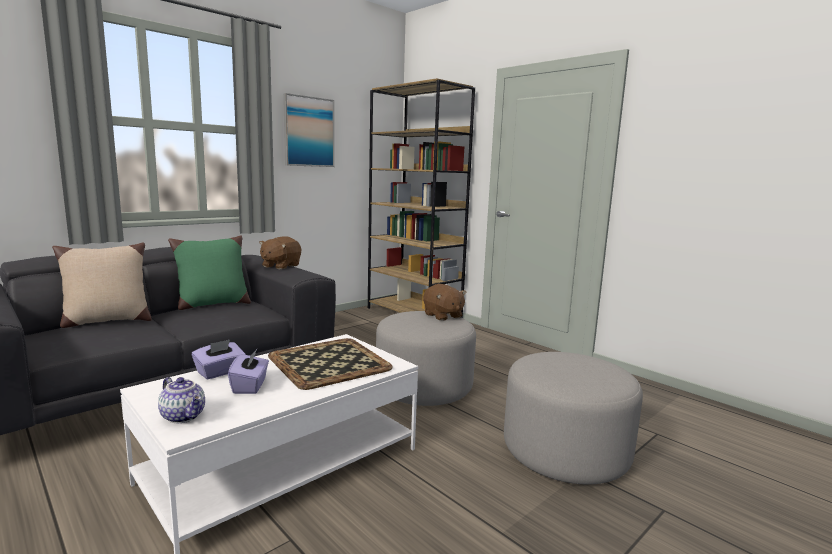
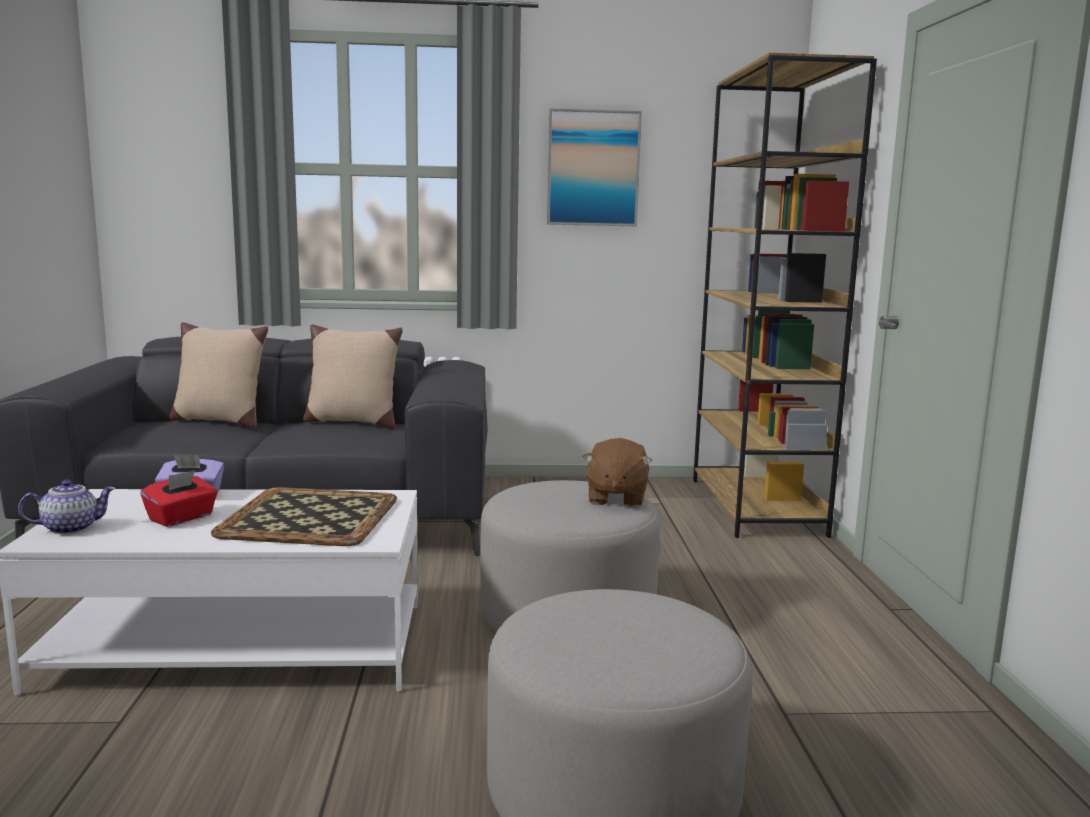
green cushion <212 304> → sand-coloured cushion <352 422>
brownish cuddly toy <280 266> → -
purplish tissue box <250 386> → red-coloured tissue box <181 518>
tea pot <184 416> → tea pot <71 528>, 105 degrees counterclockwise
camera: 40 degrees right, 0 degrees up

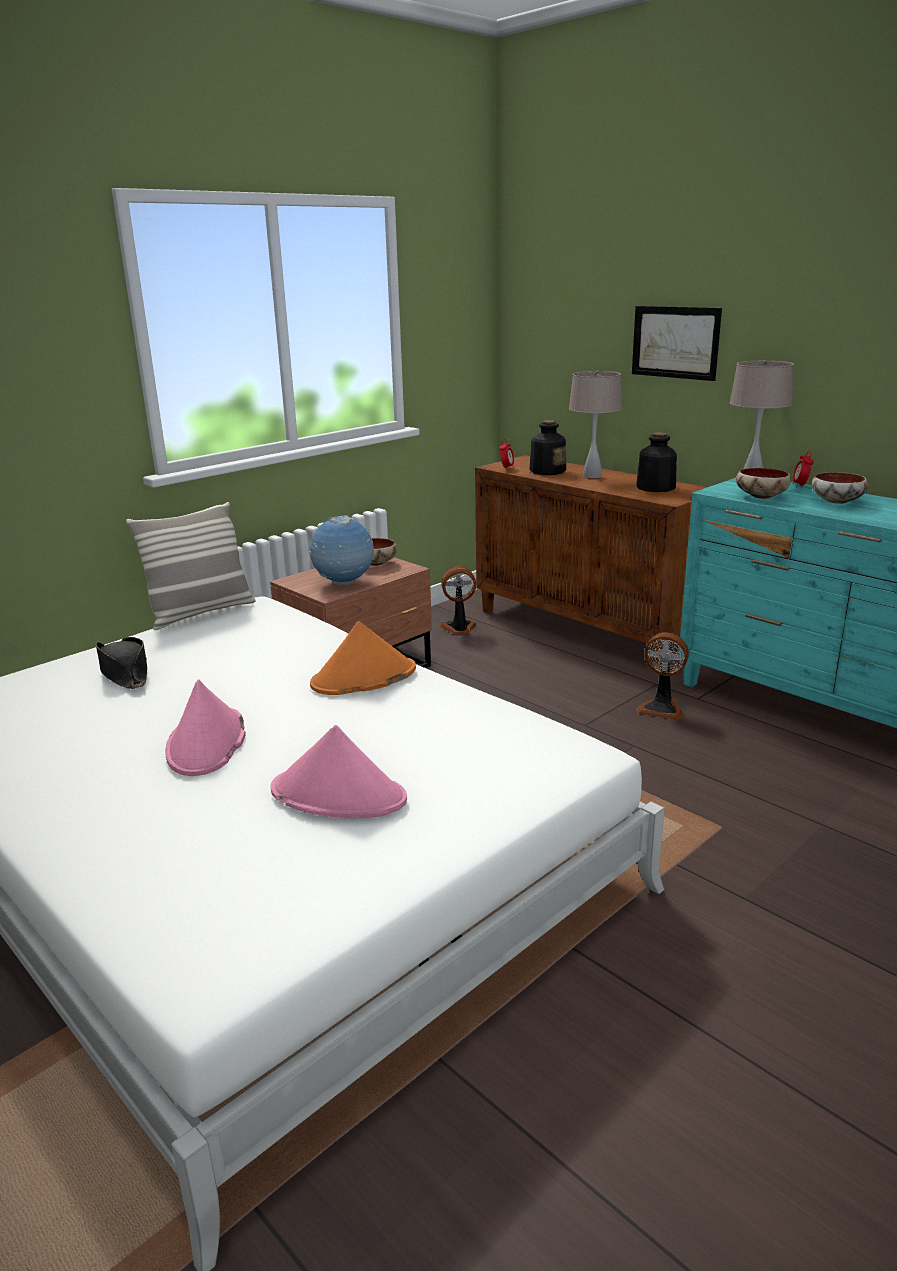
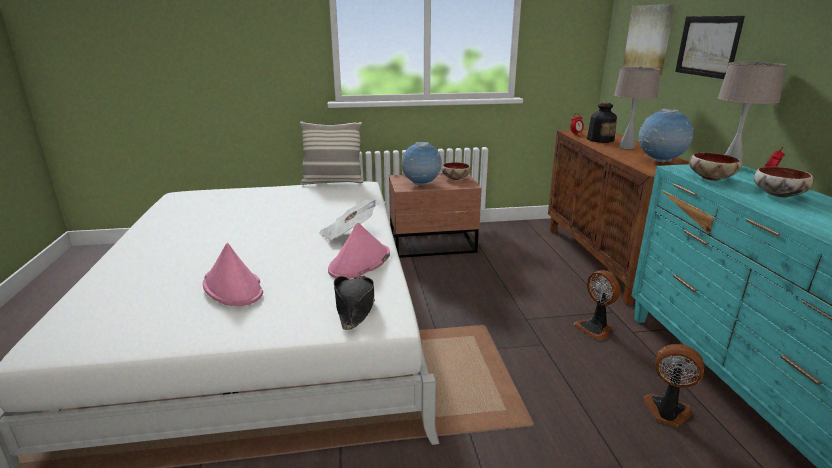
beverage bottle <655 487> → world globe <660 162>
electric fan <459 628> → electric fan <666 412>, shifted
orangey clothing hat <363 677> → printed paper <348 234>
black clothing hat <124 672> → black clothing hat <355 307>, shifted
pinkish clothing hat <207 743> → pinkish clothing hat <360 262>, shifted
- → wall art <649 39>
camera: 35 degrees right, 0 degrees up

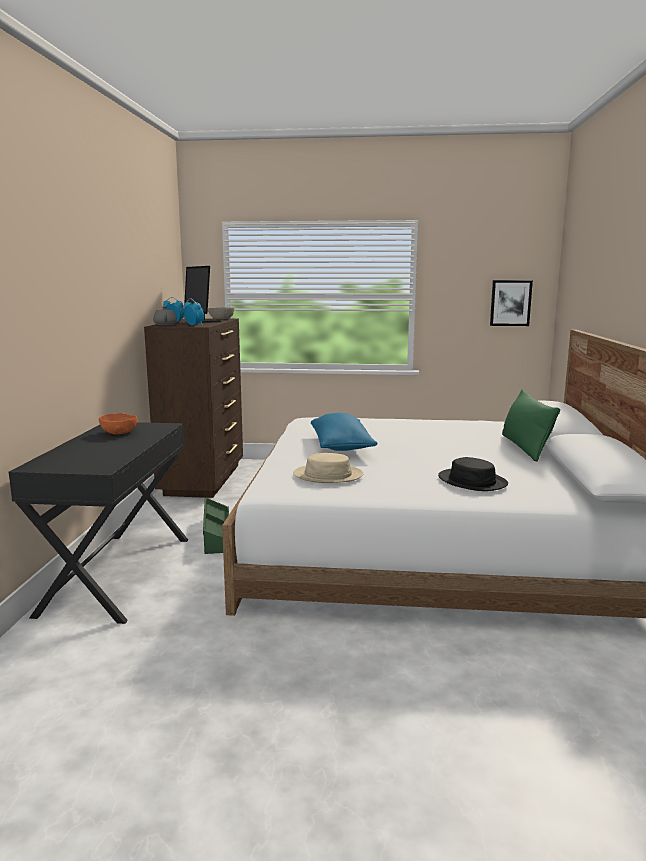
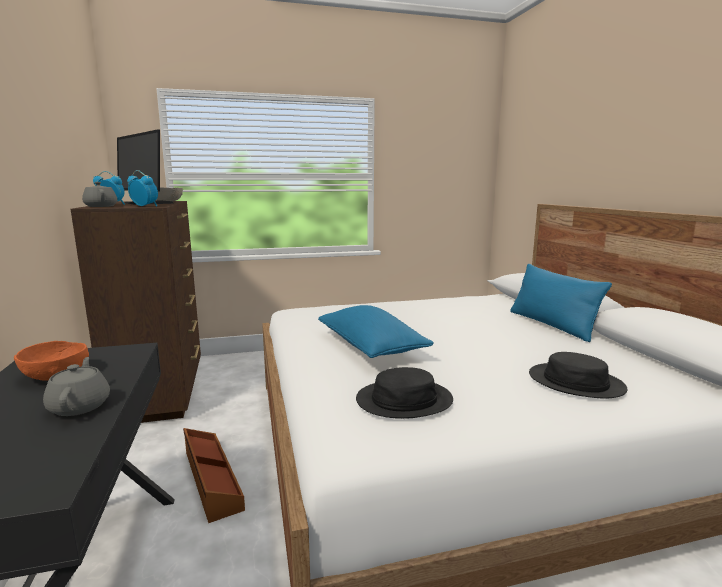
wall art <510 303> → -
green cushion <525 447> → blue-coloured cushion <551 325>
sand-coloured clothing hat <328 475> → black clothing hat <404 400>
green storage bin <216 534> → brownish storage bin <211 480>
- → grey tea pot <80 406>
camera: 20 degrees left, 0 degrees up

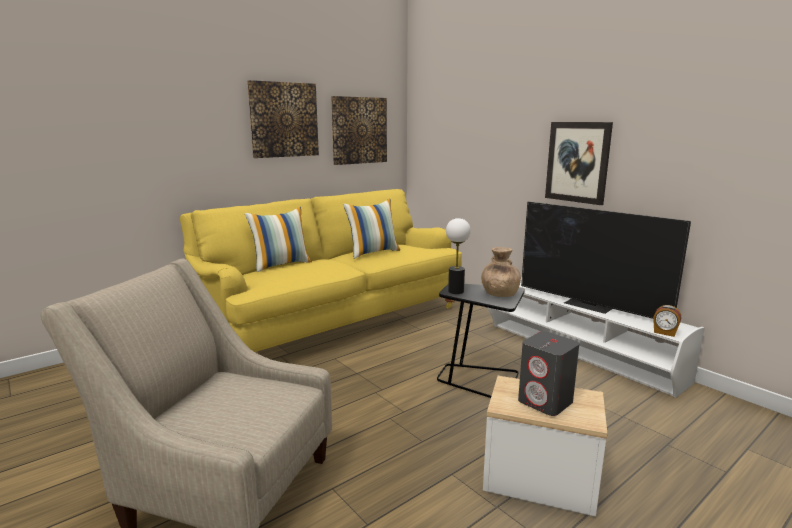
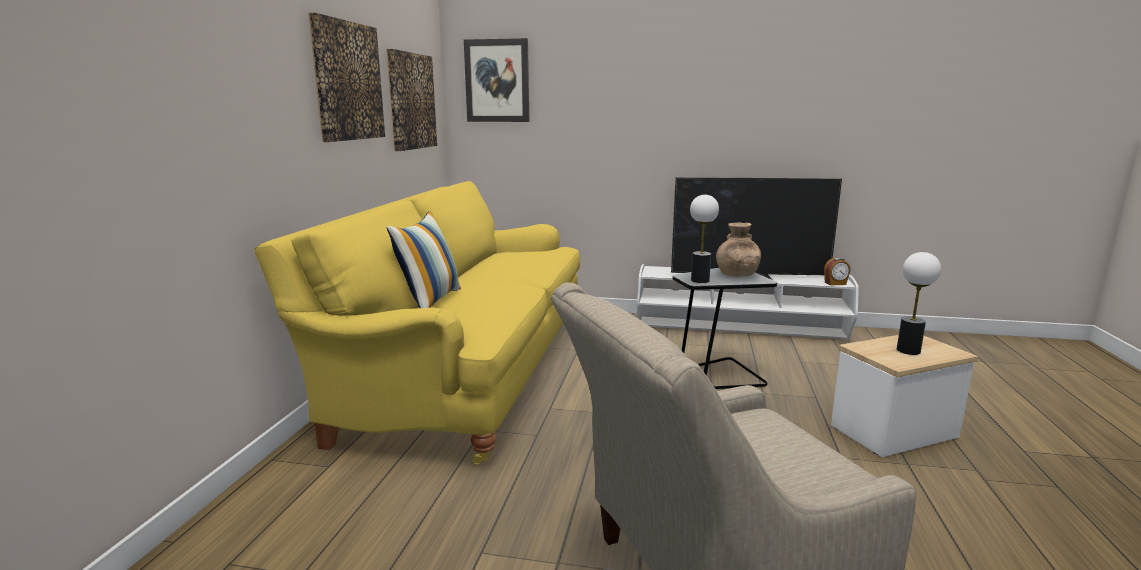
wall art <577 162> → wall art <497 81>, shifted
cushion <373 252> → -
grey loudspeaker <546 402> → table lamp <908 350>
camera: 40 degrees left, 0 degrees up

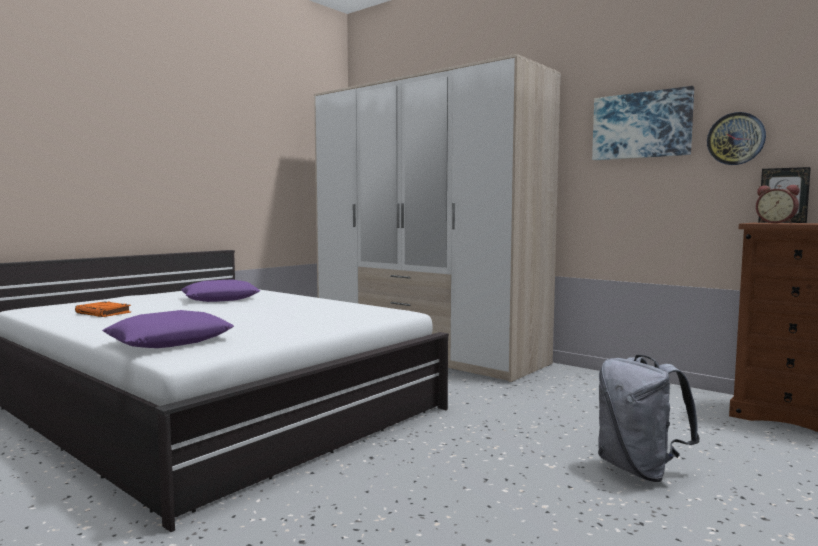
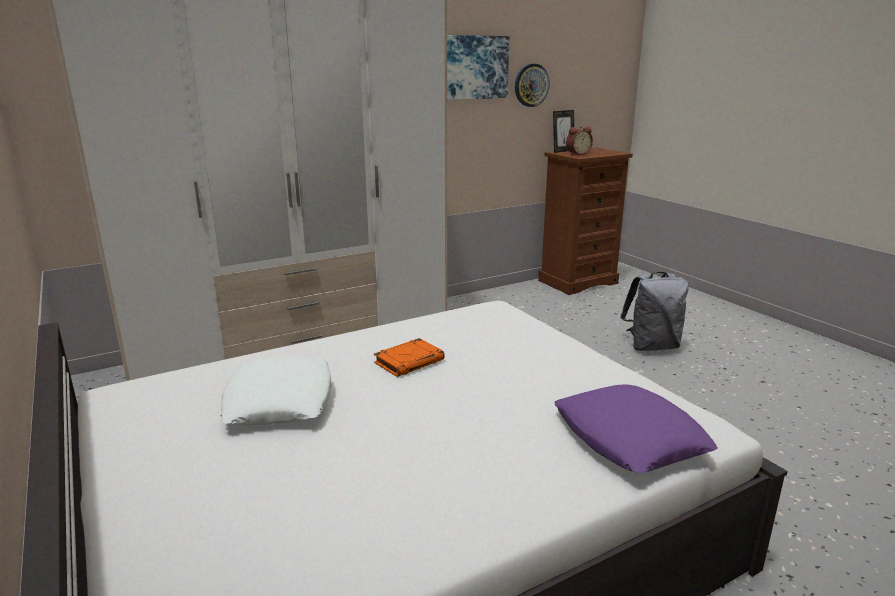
purplish cushion <221 298> → white-coloured cushion <279 400>
orangey bound book <104 313> → orangey bound book <409 361>, shifted
camera: 70 degrees left, 15 degrees up

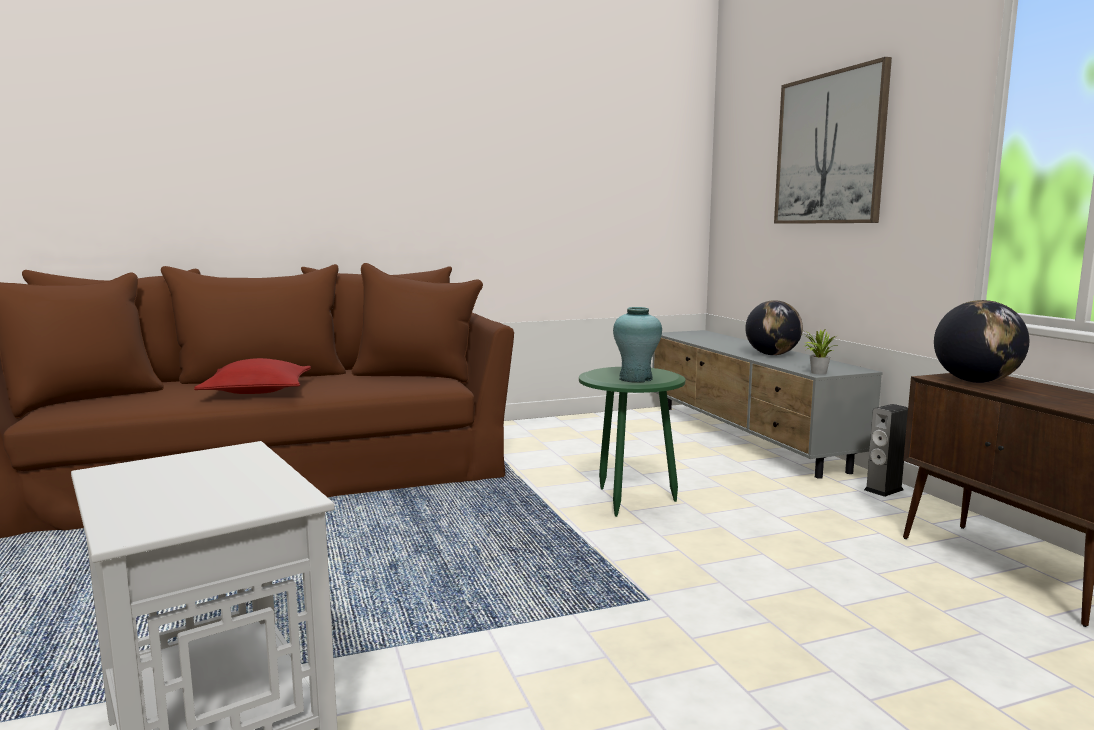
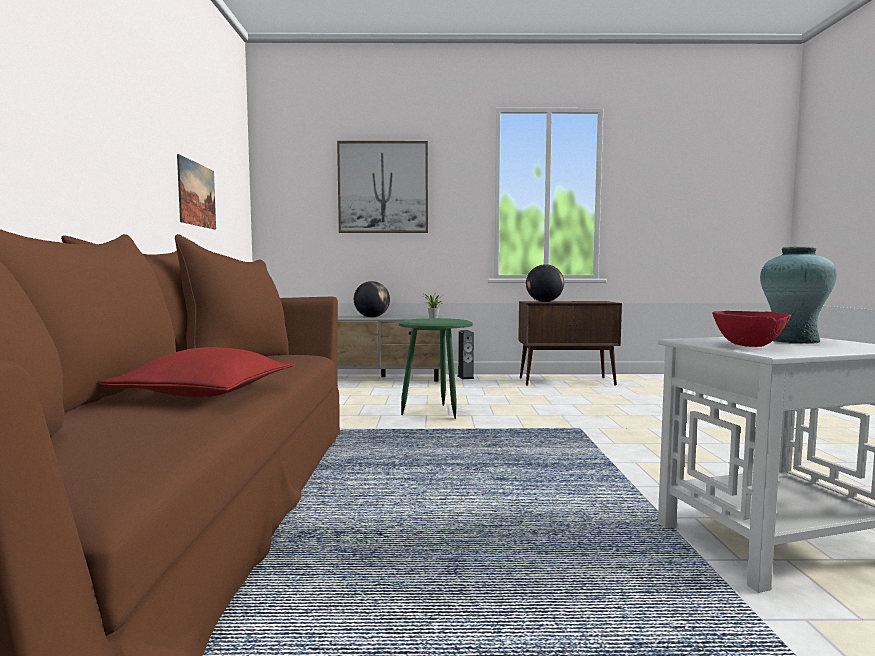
turquoise decorative vase <635 379> → turquoise decorative vase <792 340>, shifted
- → wall art <197 194>
- → red-coloured deep dish <748 346>
camera: 70 degrees left, 5 degrees down

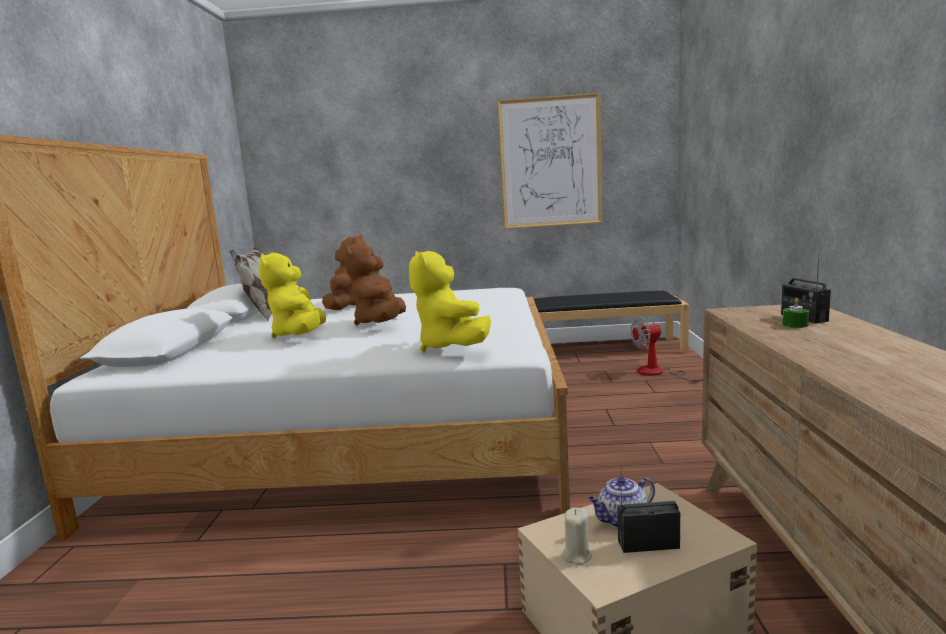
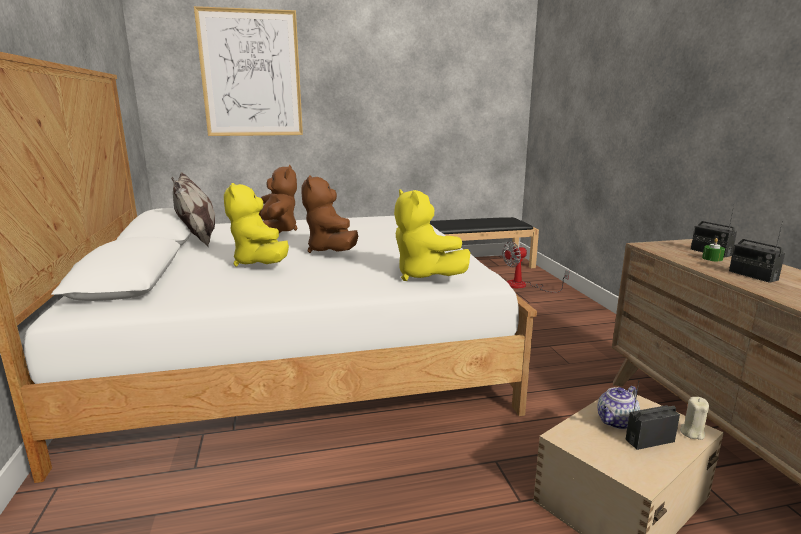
wall art <550 162> → wall art <251 74>, shifted
sand-coloured wax light <576 555> → sand-coloured wax light <692 432>, shifted
- → radio receiver <752 275>
camera: 15 degrees left, 5 degrees up

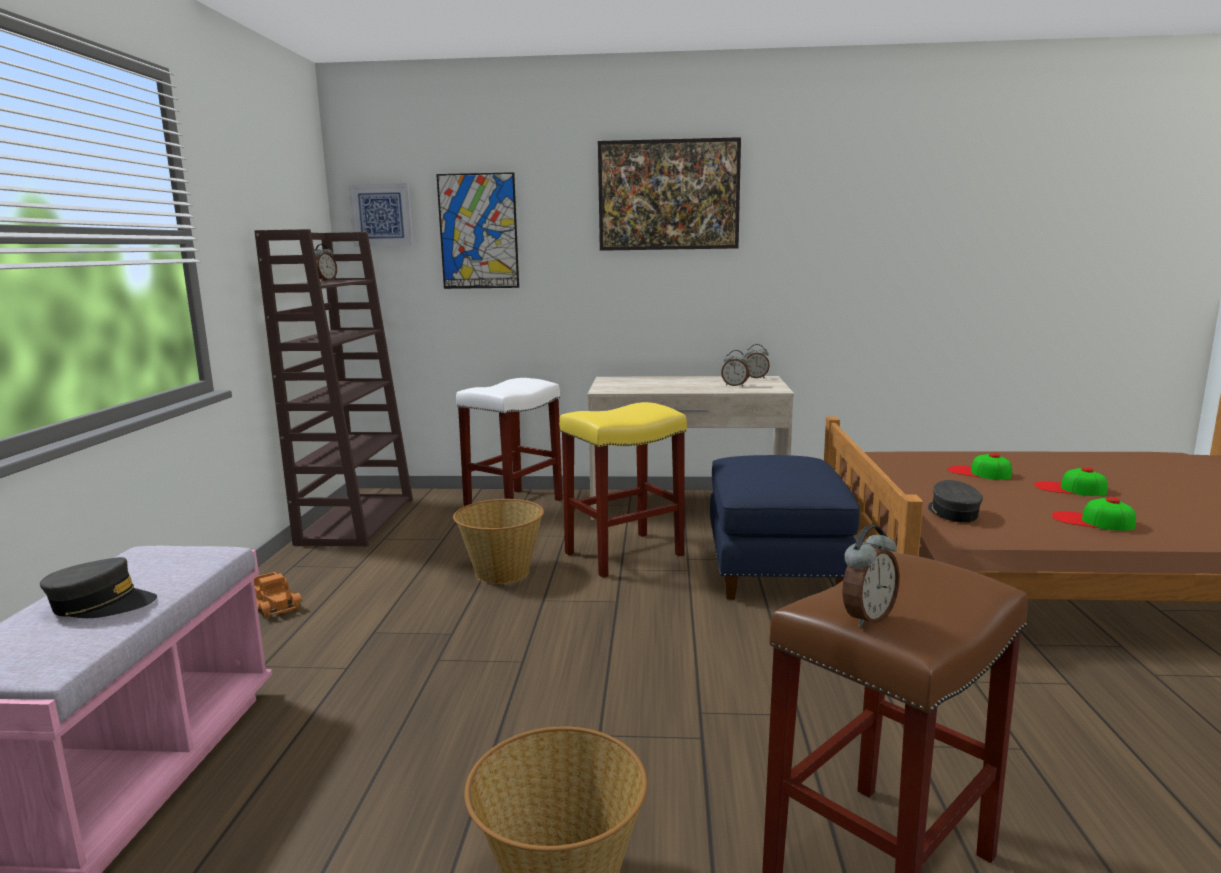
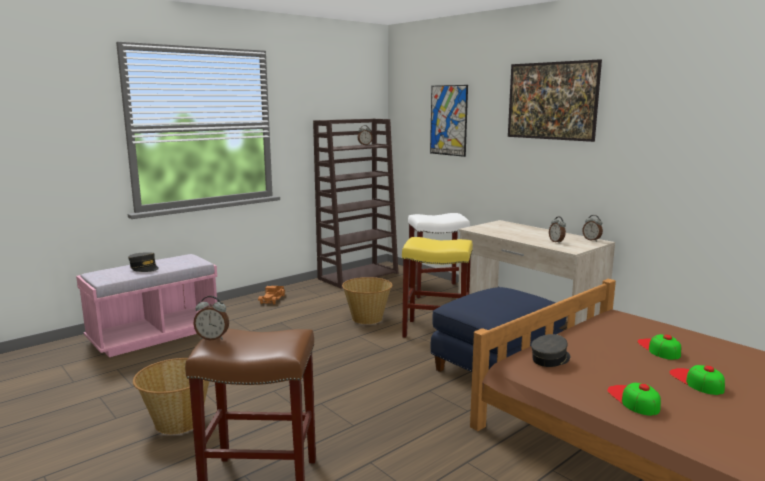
wall art <381 215> → -
camera: 45 degrees right, 0 degrees up

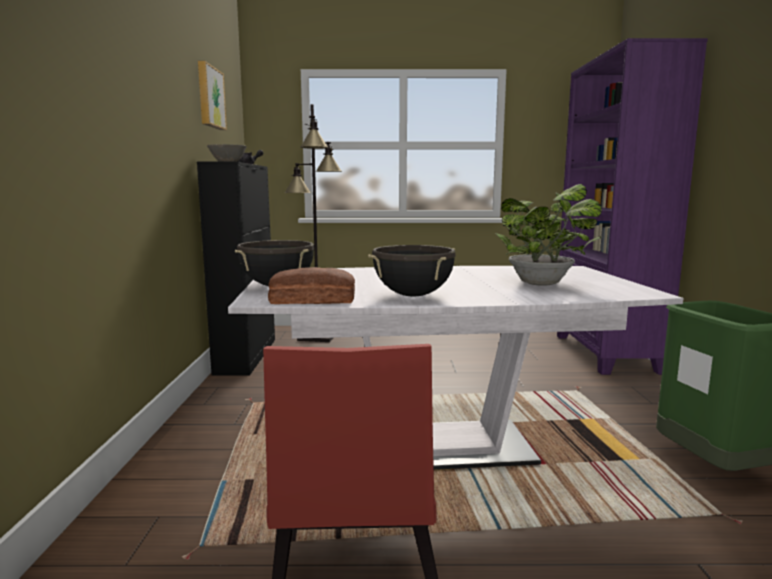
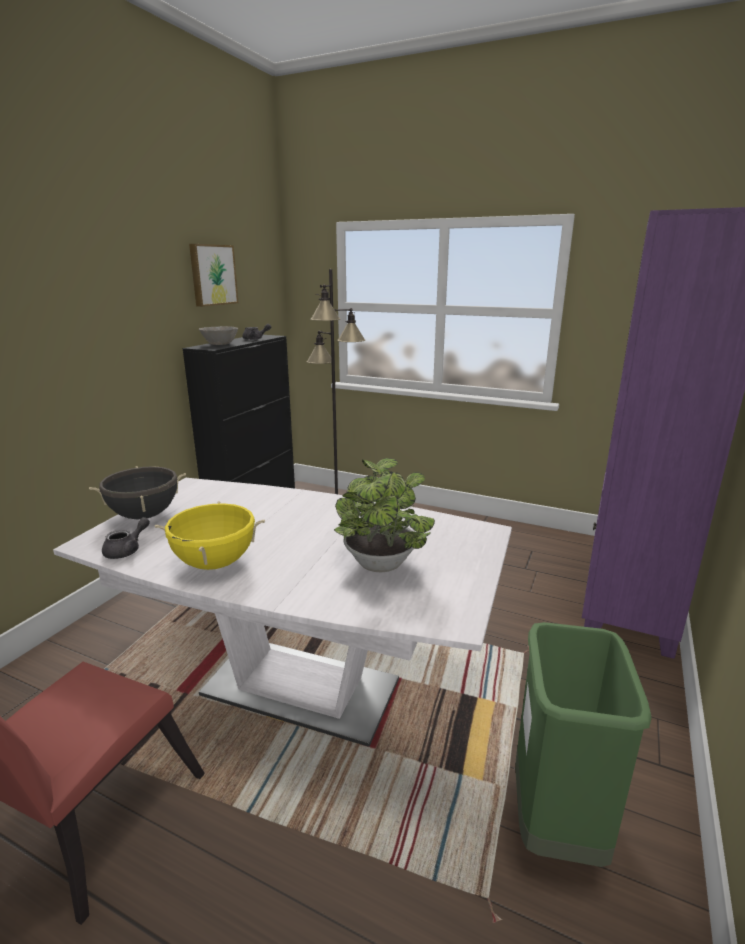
black saucepot <413 295> → yellowish saucepot <215 563>
baked bread <312 299> → grey tea pot <127 550>
camera: 25 degrees right, 10 degrees up

